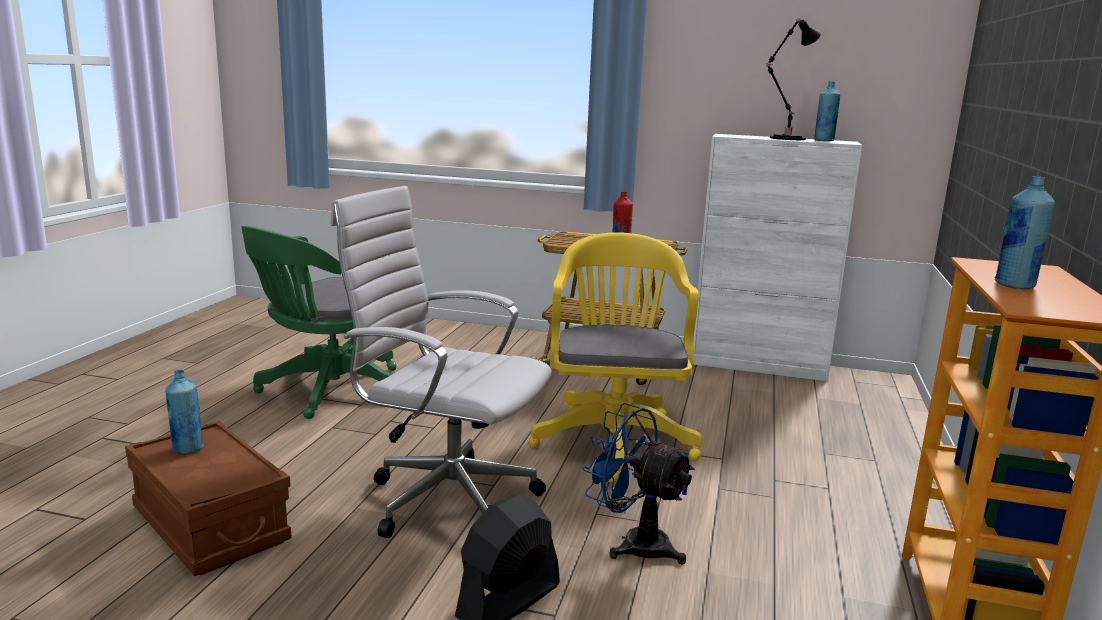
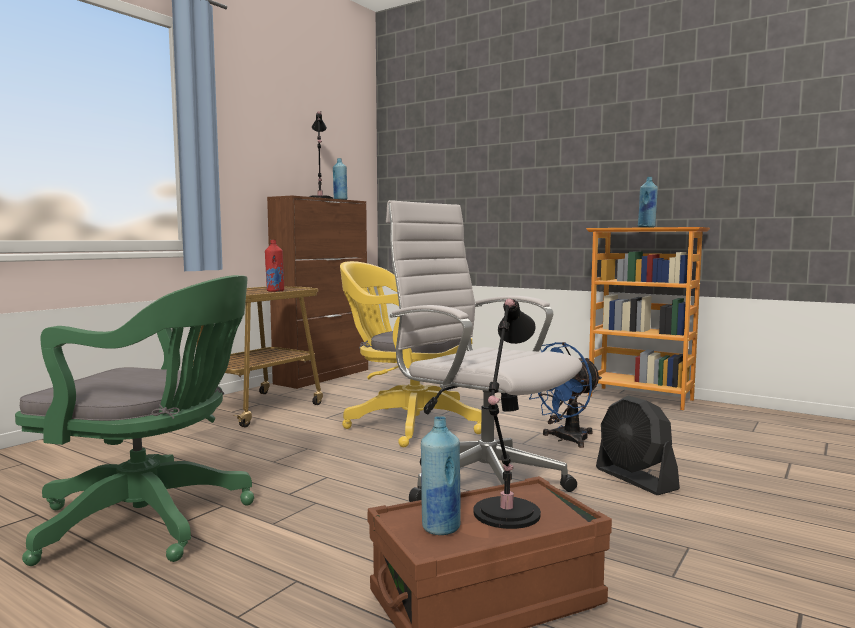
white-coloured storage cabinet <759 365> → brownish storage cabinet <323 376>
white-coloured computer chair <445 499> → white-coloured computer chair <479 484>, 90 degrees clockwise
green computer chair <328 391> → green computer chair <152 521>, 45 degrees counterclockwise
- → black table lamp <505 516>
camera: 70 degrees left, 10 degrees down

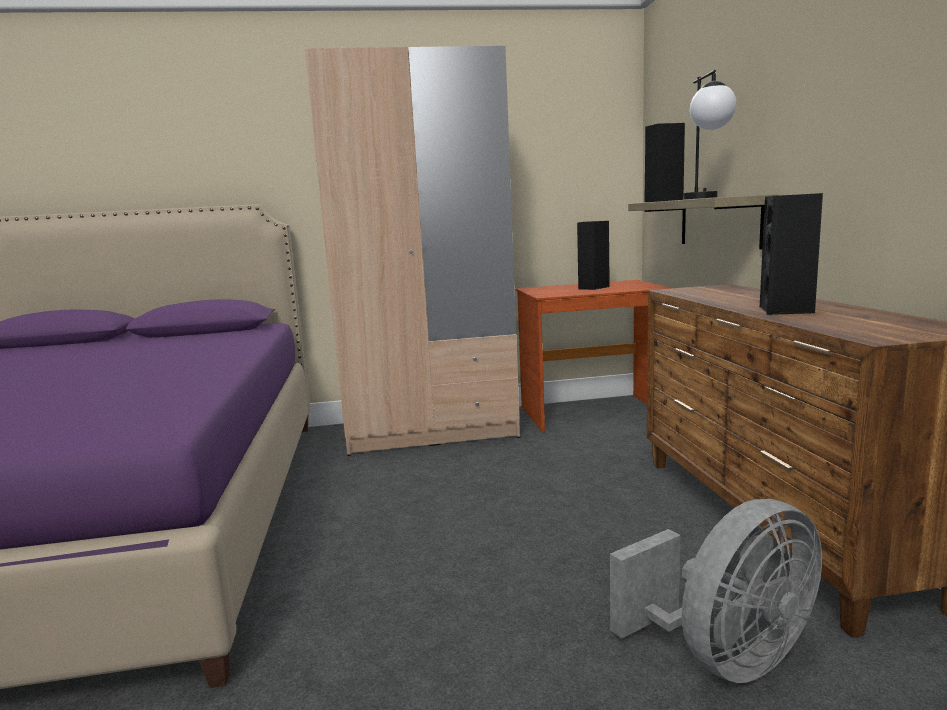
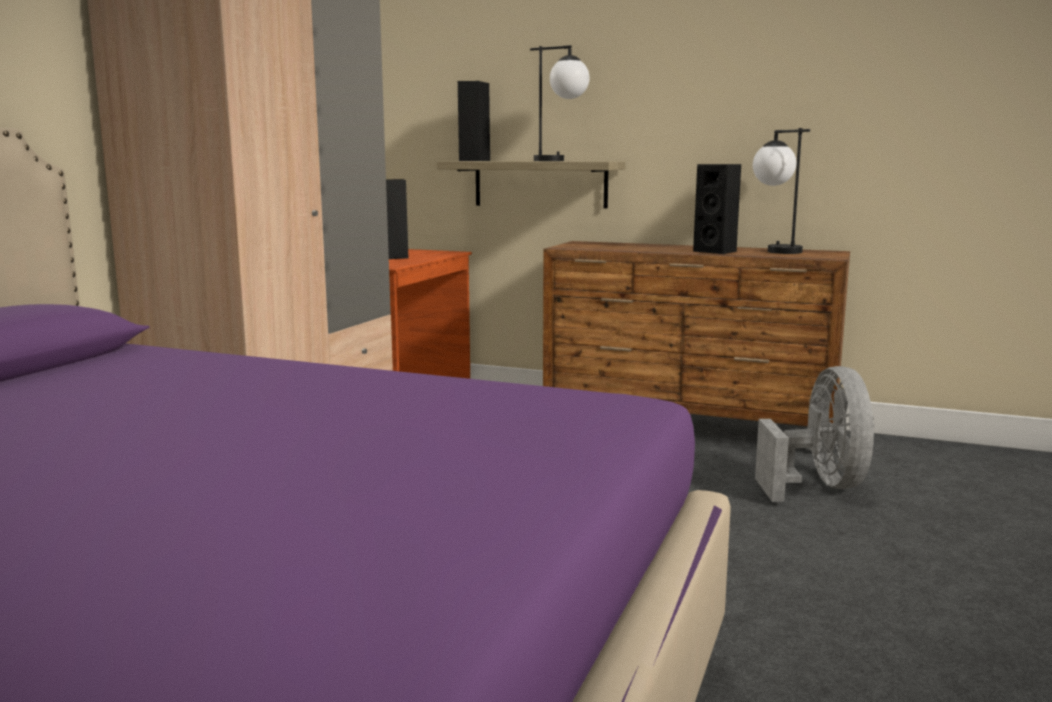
- → table lamp <775 250>
camera: 60 degrees left, 0 degrees up

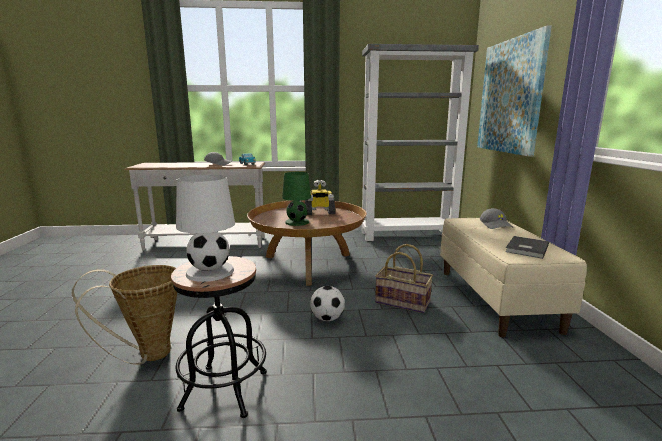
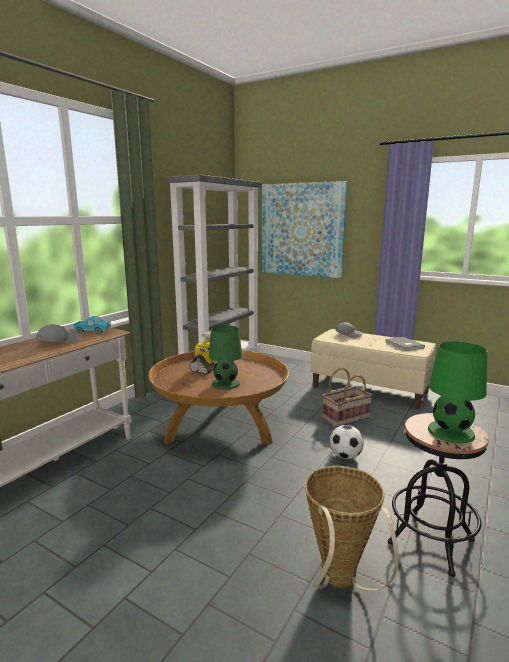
white-coloured table lamp <211 271> → green table lamp <450 431>
camera: 55 degrees left, 0 degrees up

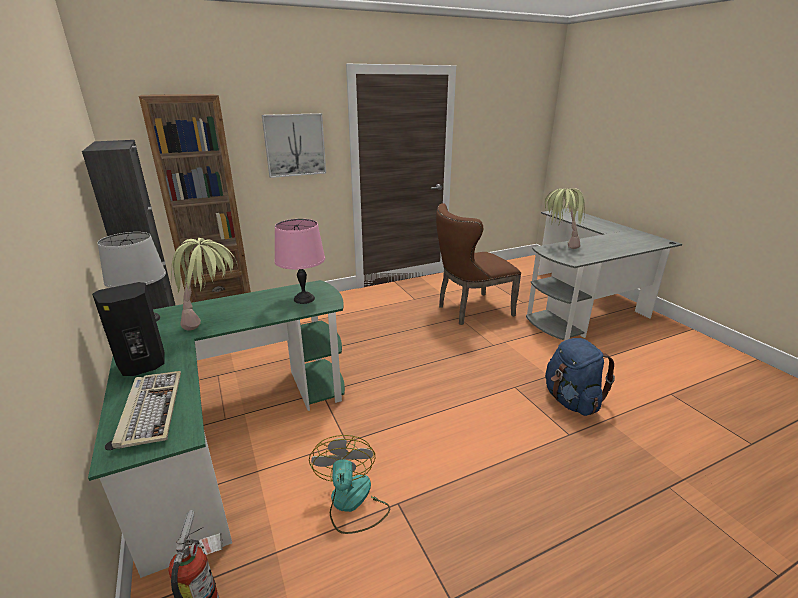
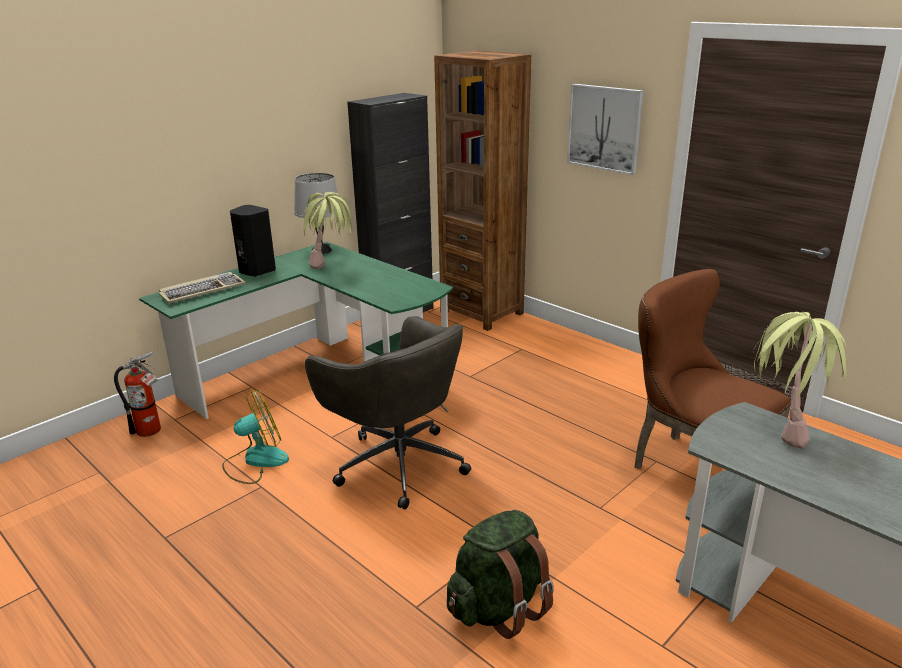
pinkish table lamp <304 299> → -
blue-coloured knapsack <571 401> → green knapsack <499 607>
- → grey computer chair <398 463>
camera: 70 degrees right, 0 degrees up

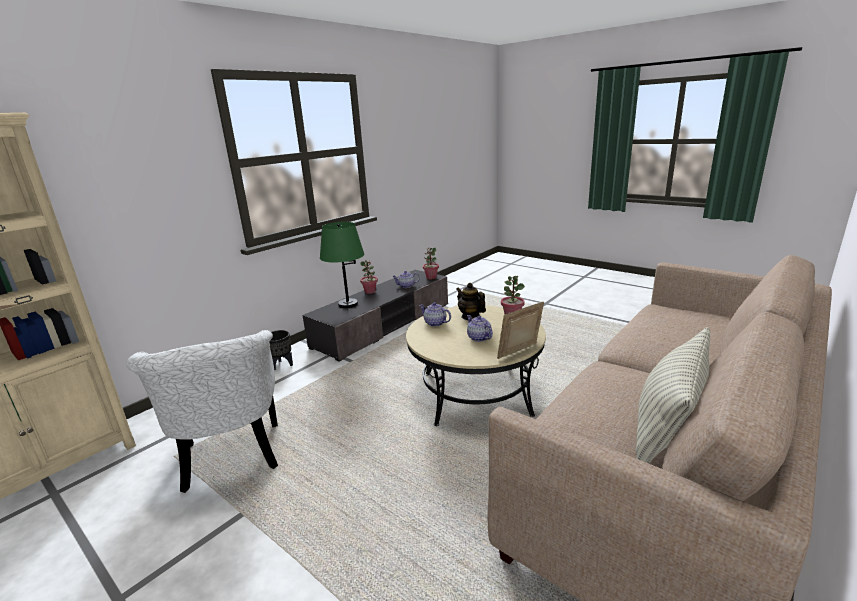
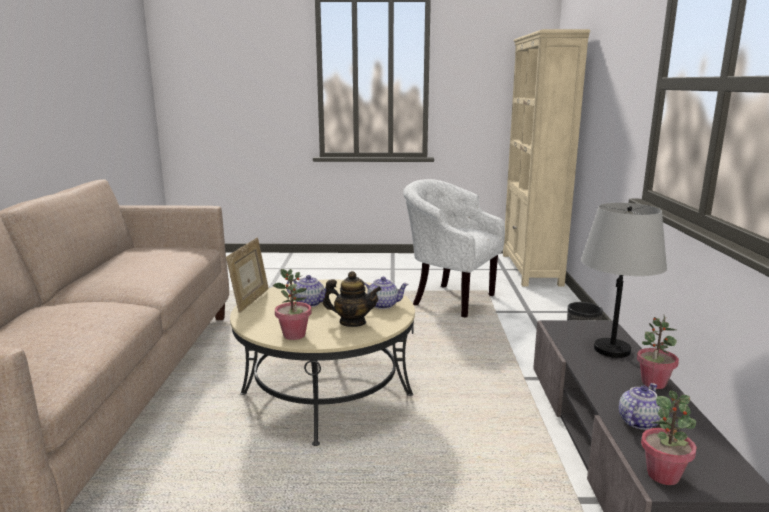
green table lamp <348 304> → grey table lamp <611 349>
cushion <667 427> → -
camera: 140 degrees right, 5 degrees down

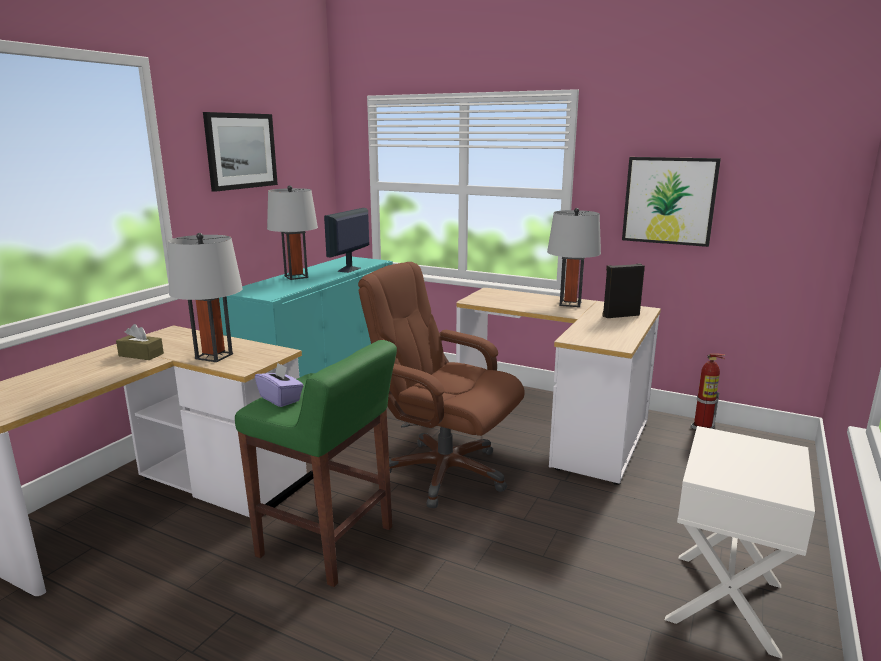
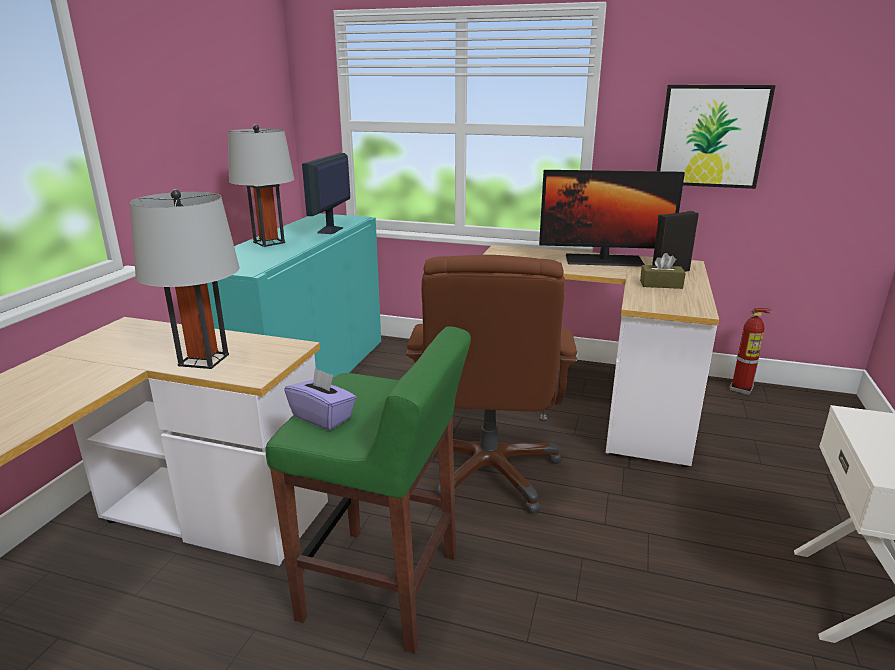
wall art <241 151> → -
grey table lamp <570 304> → monitor <604 260>
brownish computer chair <443 472> → brownish computer chair <488 472>, 105 degrees counterclockwise
brownish tissue box <141 355> → brownish tissue box <661 284>, shifted
camera: 10 degrees left, 5 degrees up

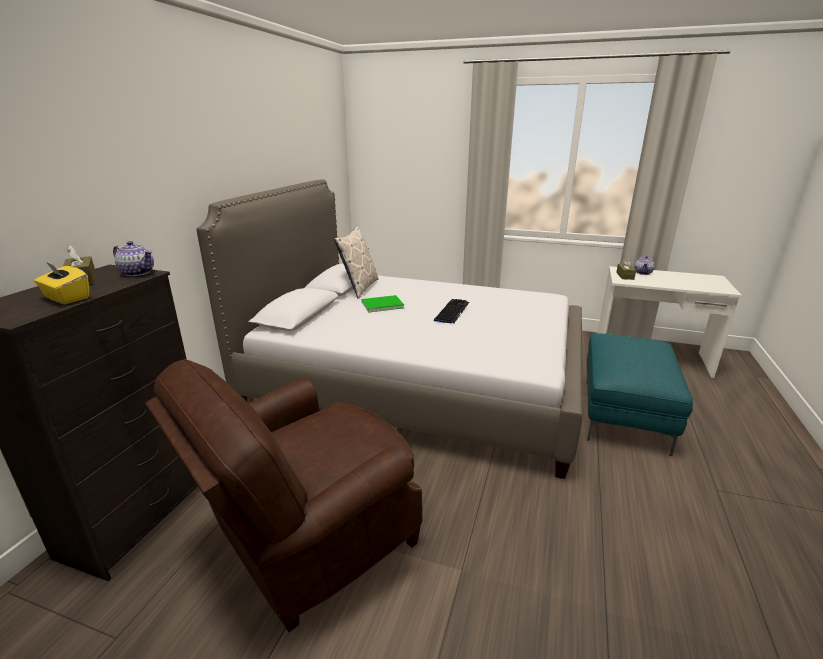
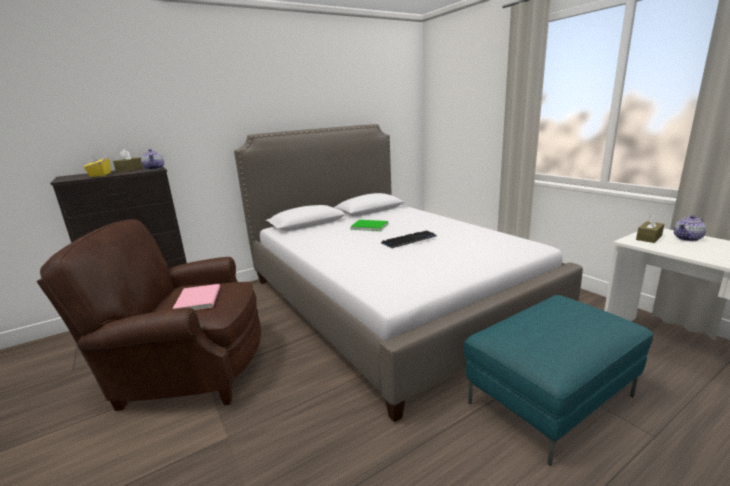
cushion <359 288> → -
- → pinkish bound book <200 298>
camera: 40 degrees right, 5 degrees down

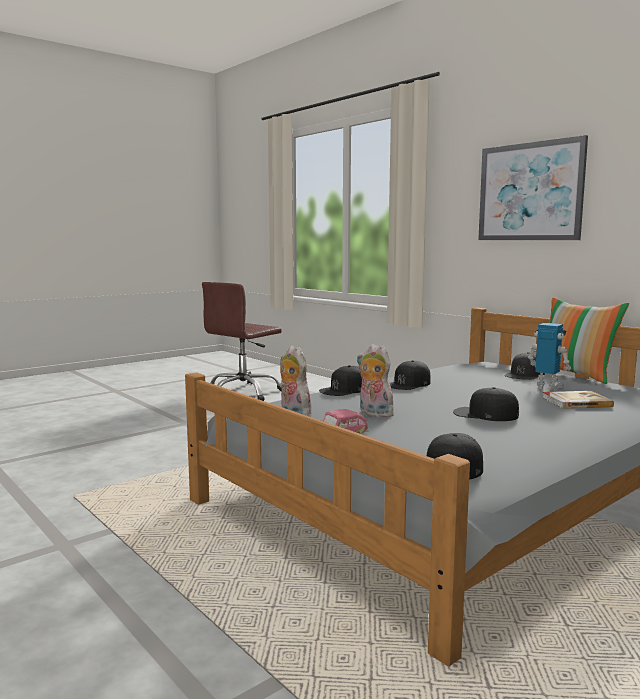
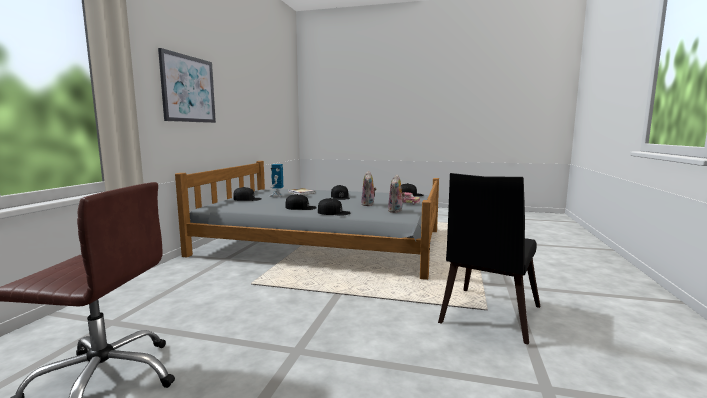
cushion <575 375> → -
- → black chair <487 317>
camera: 125 degrees left, 0 degrees up

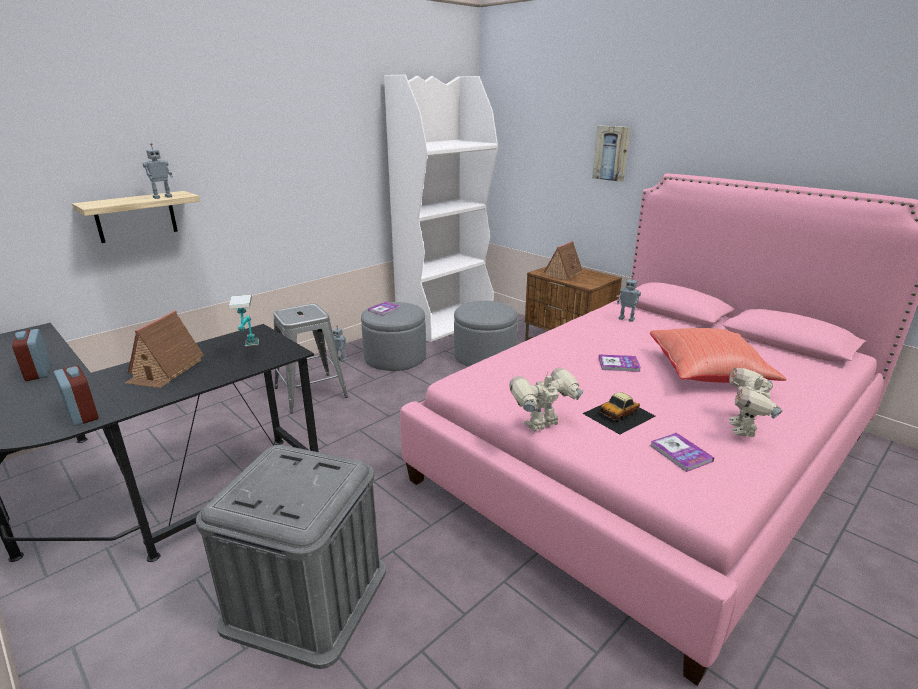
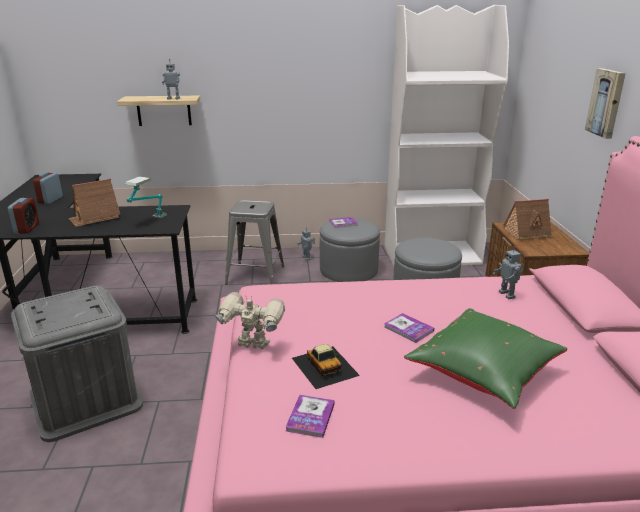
red-coloured cushion <708 373> → green cushion <484 374>
model robot <744 429> → -
miniature car <619 414> → miniature car <325 366>, 120 degrees counterclockwise
camera: 40 degrees right, 0 degrees up

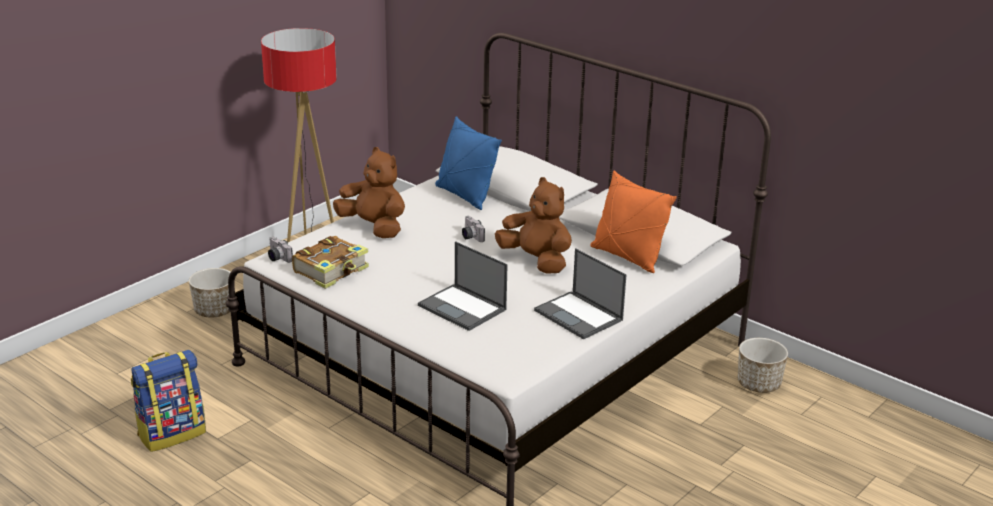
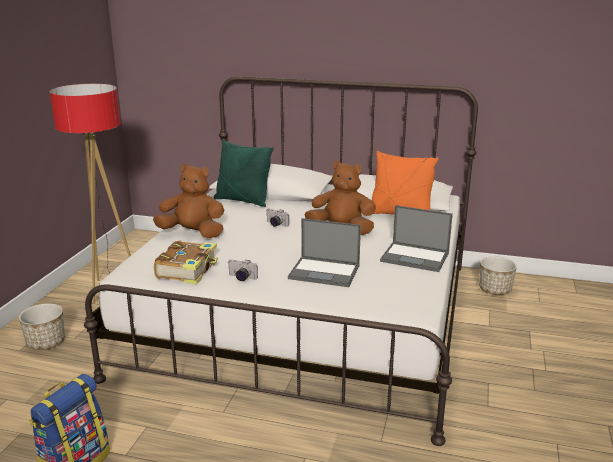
blue-coloured cushion <465 196> → green cushion <243 201>
photo camera <277 258> → photo camera <241 278>, shifted
camera: 25 degrees left, 5 degrees down

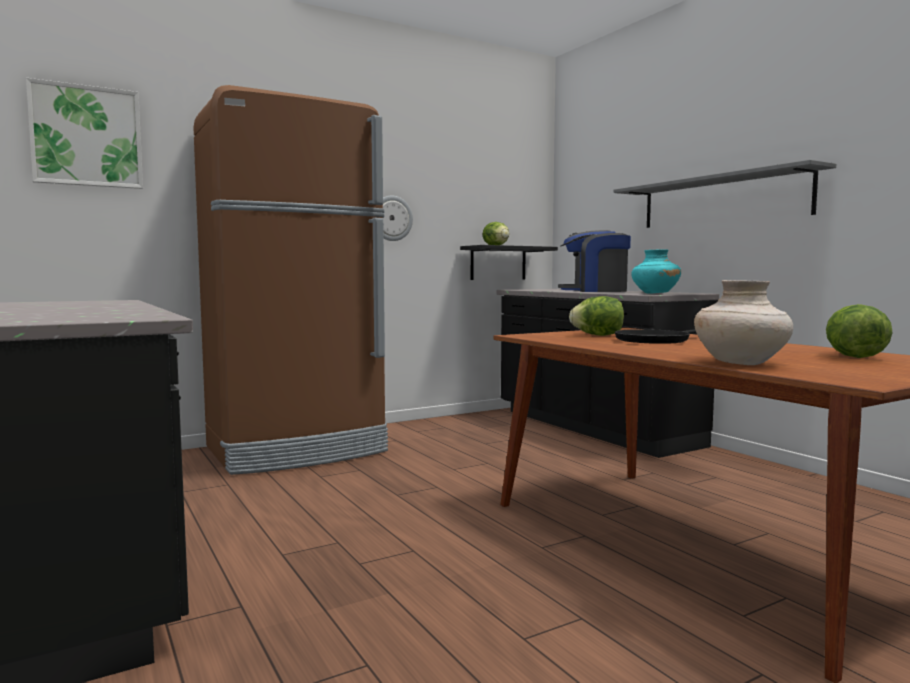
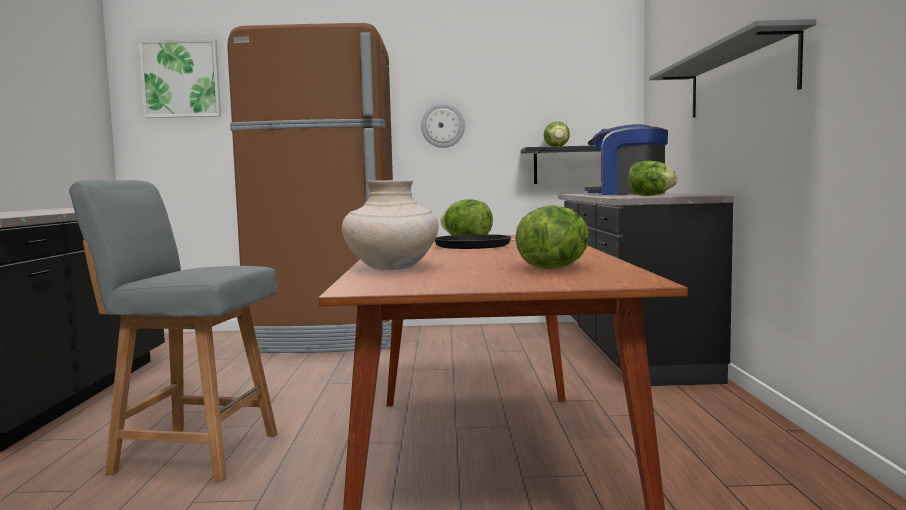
turquoise decorative vase <655 293> → lettuce head <650 195>
- → grey chair <193 452>
camera: 30 degrees right, 0 degrees up

